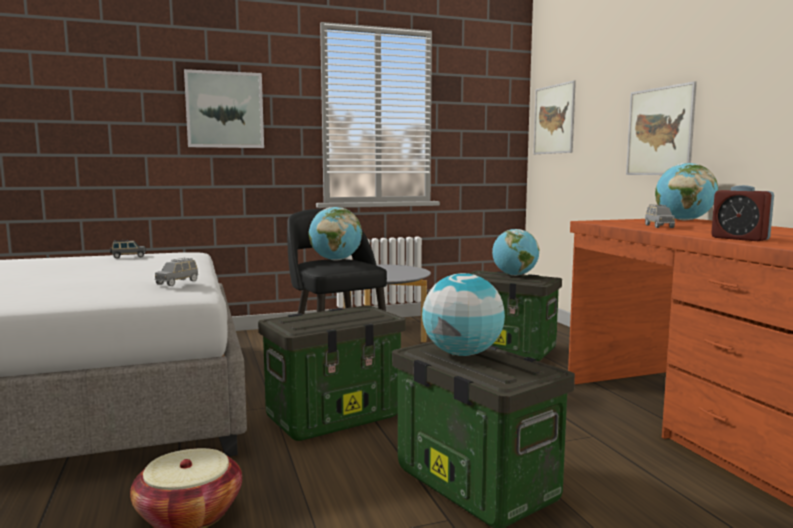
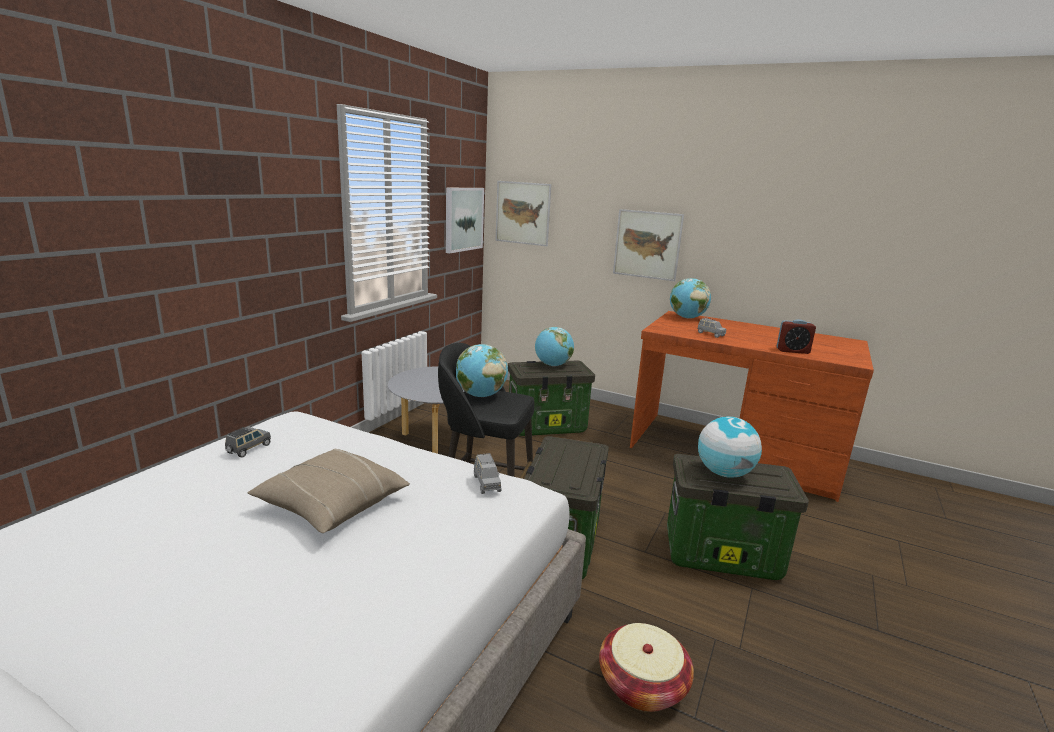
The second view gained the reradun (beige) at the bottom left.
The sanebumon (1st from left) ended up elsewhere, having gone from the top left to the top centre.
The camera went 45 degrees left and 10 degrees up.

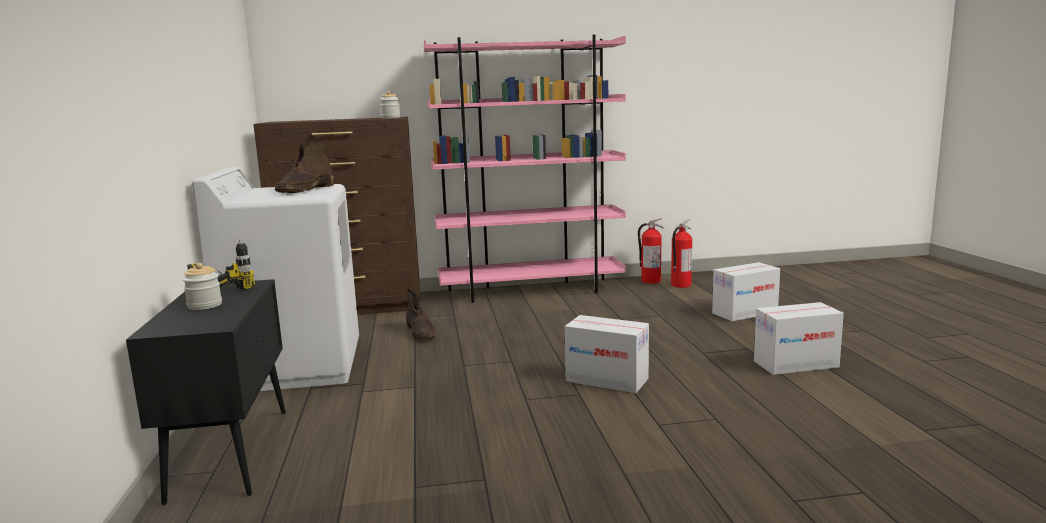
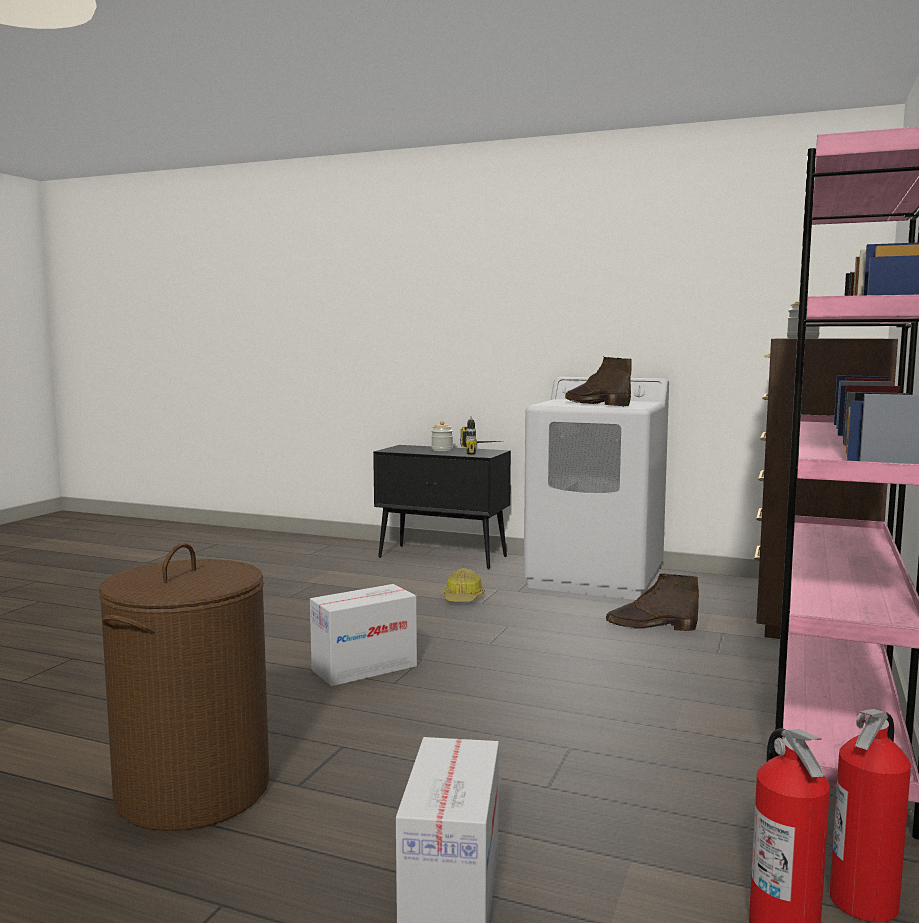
Where the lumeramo (3rd from left) stood at the middle right, the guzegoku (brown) came to stand at the bottom left.
The second view gained the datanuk at the centre.
The camera went 120 degrees right and 5 degrees down.

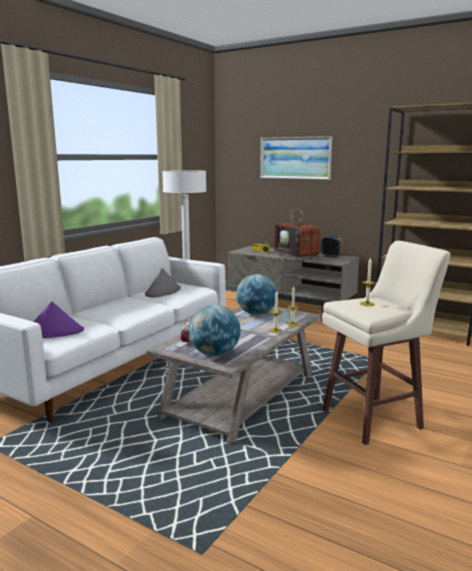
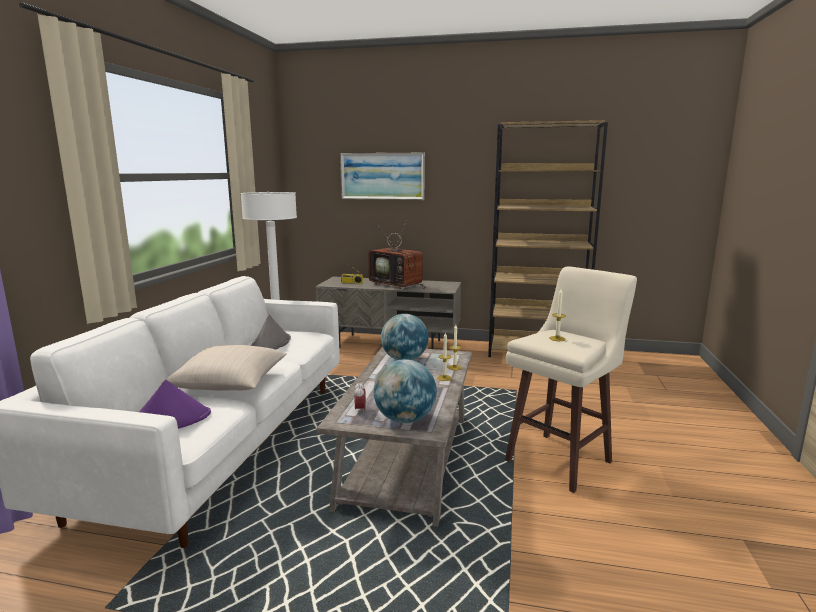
The second view gained the reradun (beige) at the middle left.
The second view lost the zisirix (2nd from left) at the middle right.
The camera went 20 degrees left and 0 degrees up.

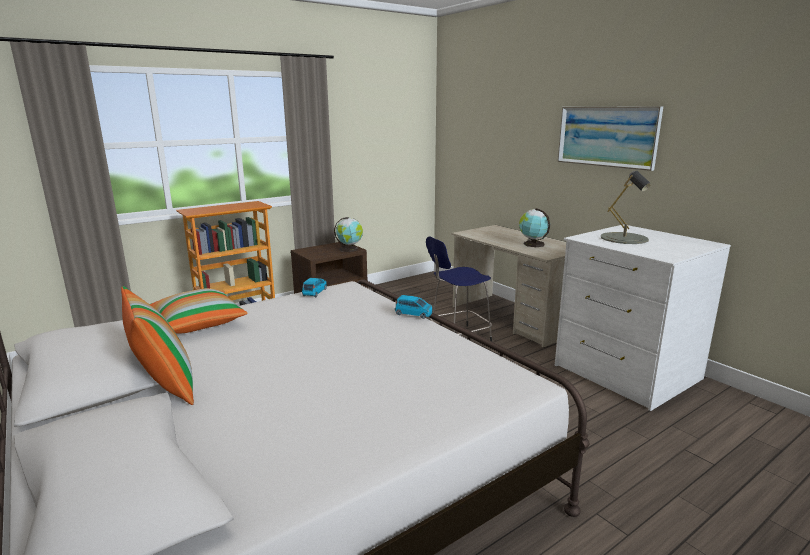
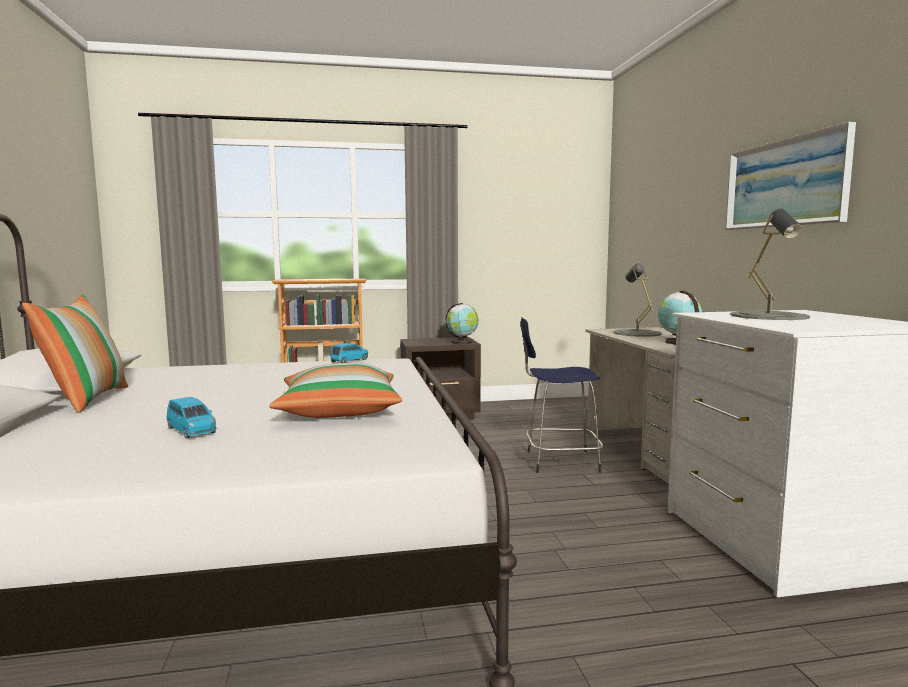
The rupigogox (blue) (2nd from left in the first image) ended up elsewhere, having gone from the centre to the middle left.
The reradun (2nd from left) ended up elsewhere, having gone from the middle left to the centre.
The second view gained the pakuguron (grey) (1st from left) at the middle right.
The camera went 25 degrees right and 10 degrees down.

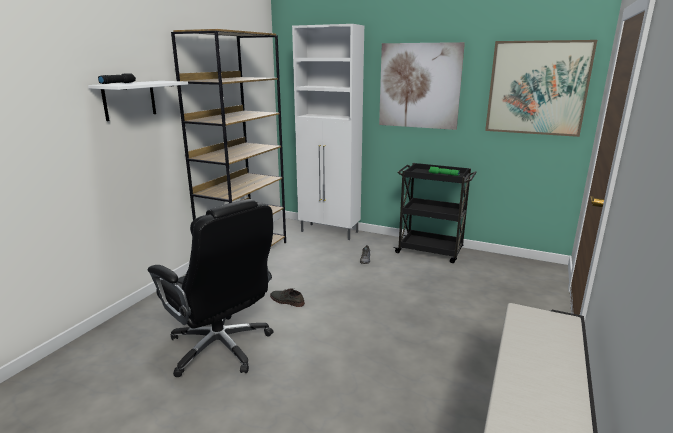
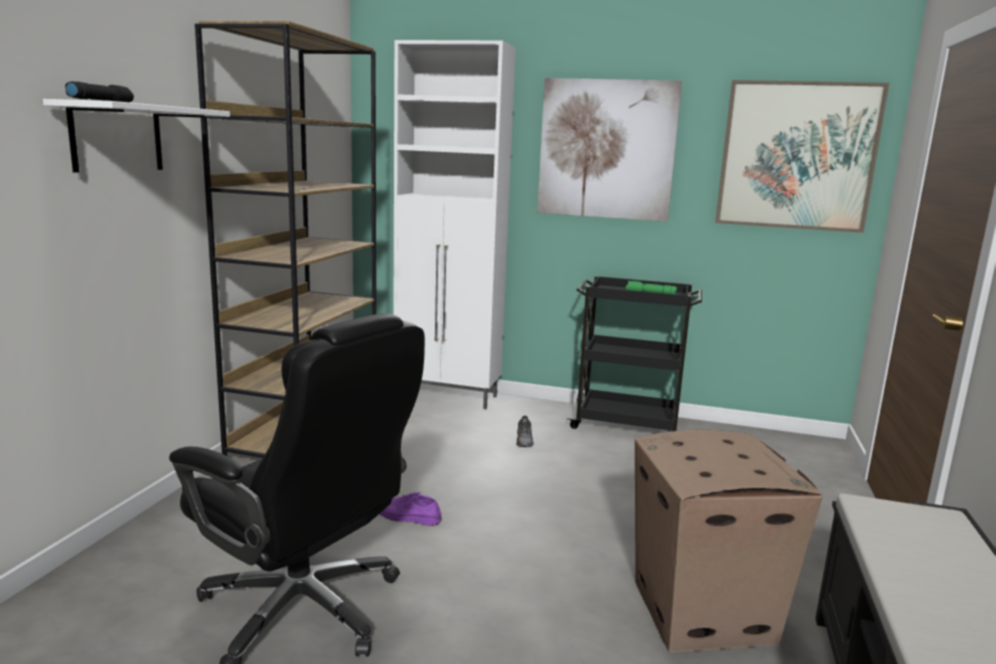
What was the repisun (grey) (1st from left) at the bottom centre turned into the repisun (purple) at the bottom centre.
The second view gained the lumeramo at the bottom right.
The camera went 10 degrees left and 5 degrees down.

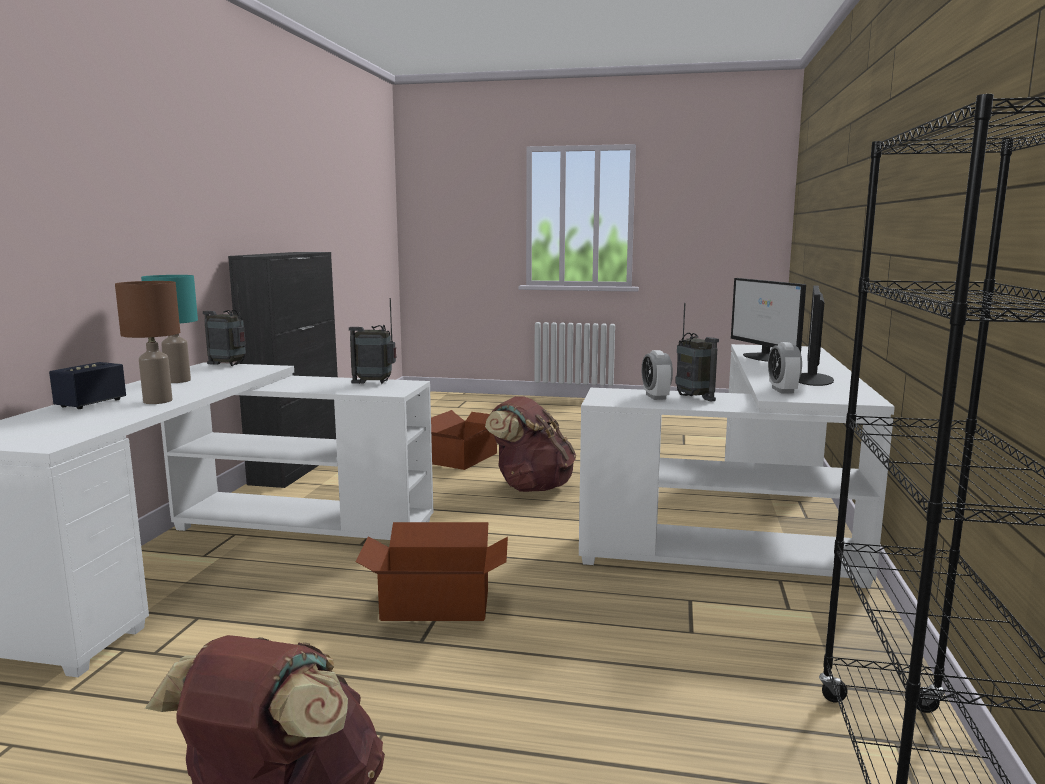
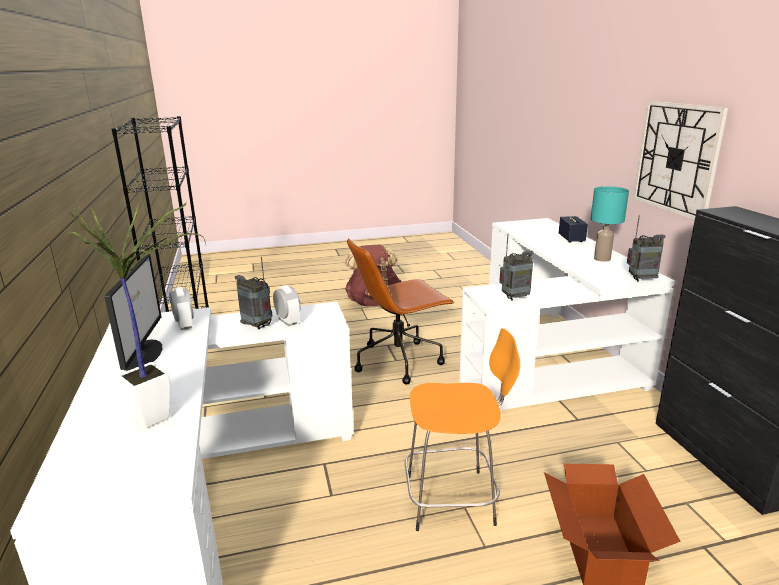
Where the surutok (1st from left) stood at the middle right, the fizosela came to stand at the middle left.
Where the lumeramo (1st from left) stood at the bottom centre, the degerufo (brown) came to stand at the centre.
Where the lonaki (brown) (2nd from left) stood at the centre, the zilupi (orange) came to stand at the bottom centre.
The second view gained the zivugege at the top right.
The second view lost the pakuguron (brown) at the middle left.
The camera went 155 degrees right and 10 degrees up.

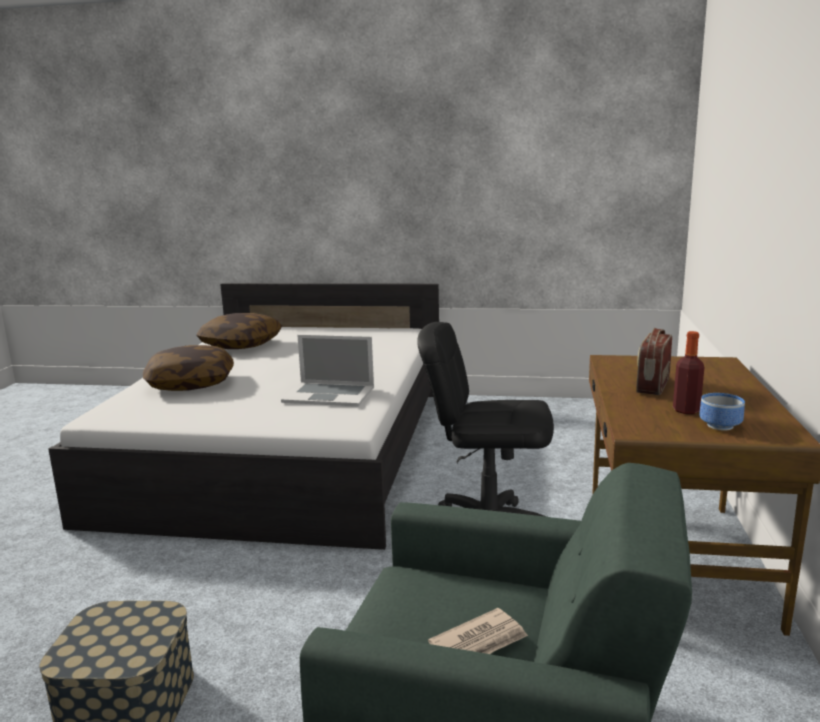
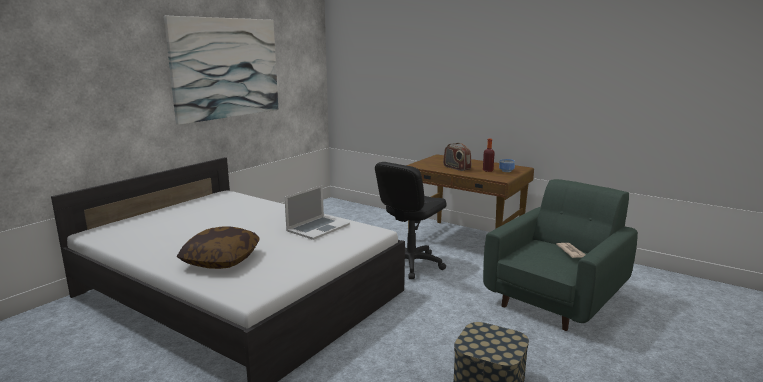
The second view gained the sanebumon at the top left.
The second view lost the reradun (2nd from left) at the middle left.
The camera went 65 degrees left and 0 degrees up.

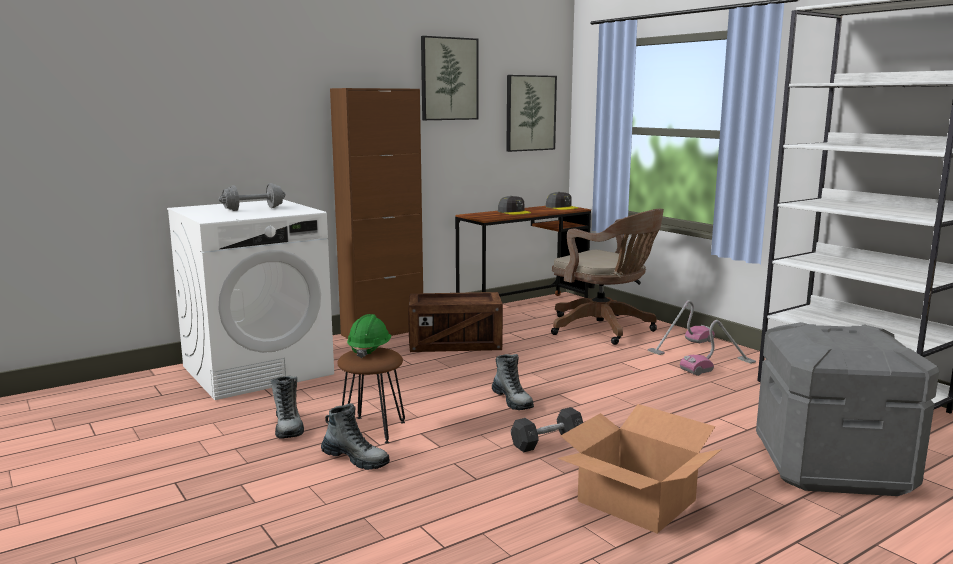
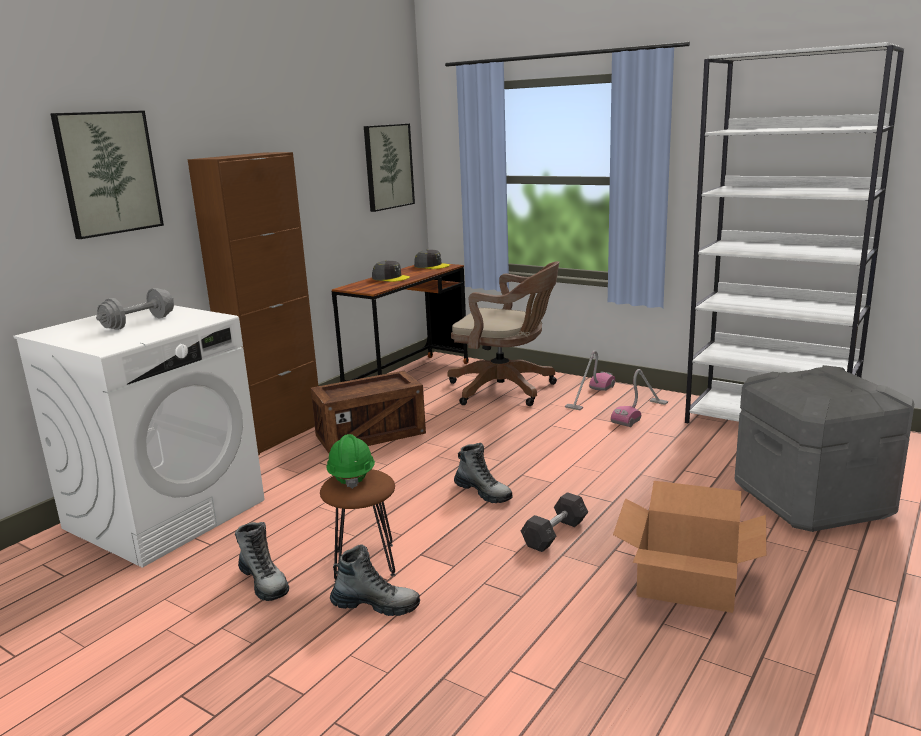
The sanebumon (1st from left) ended up elsewhere, having gone from the top centre to the top left.
The camera went 20 degrees left and 5 degrees up.

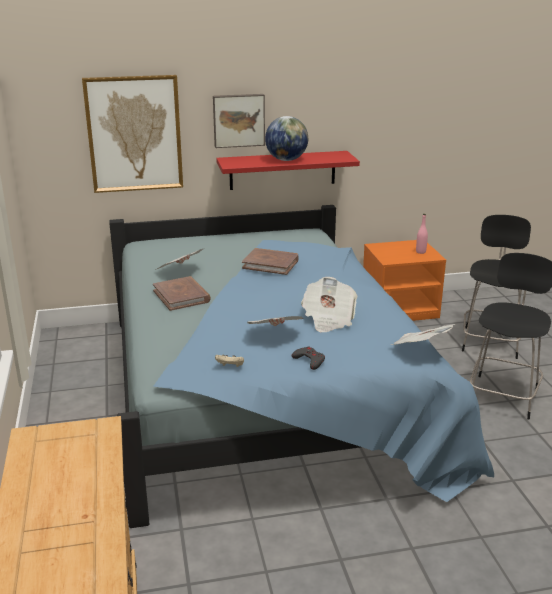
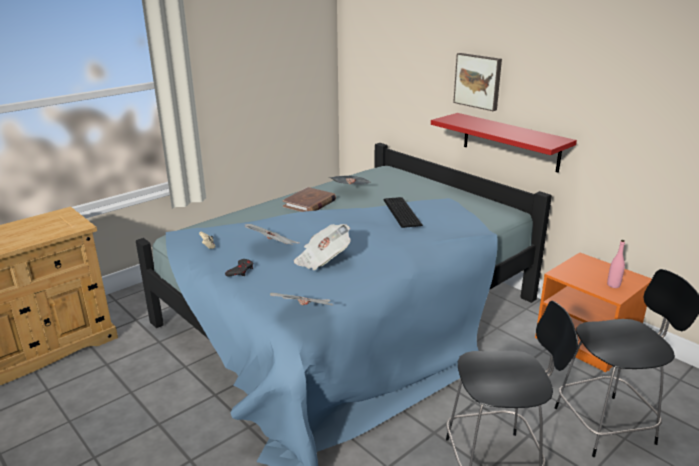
Where the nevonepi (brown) (2nd from left) stood at the centre, the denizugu came to stand at the centre.
The second view lost the sanebumon (1st from left) at the top left.
The second view lost the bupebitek at the top centre.
The camera went 60 degrees right and 0 degrees up.

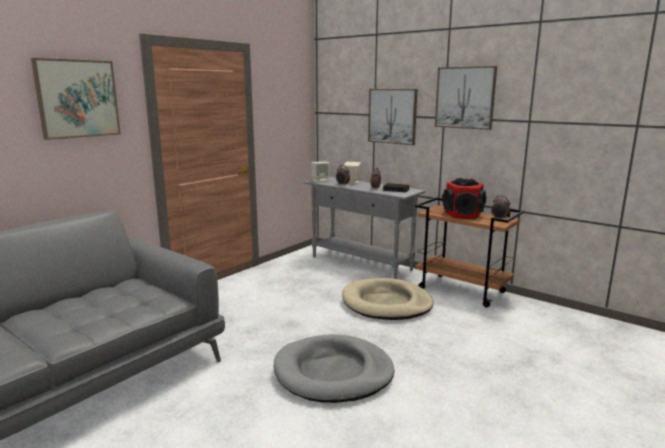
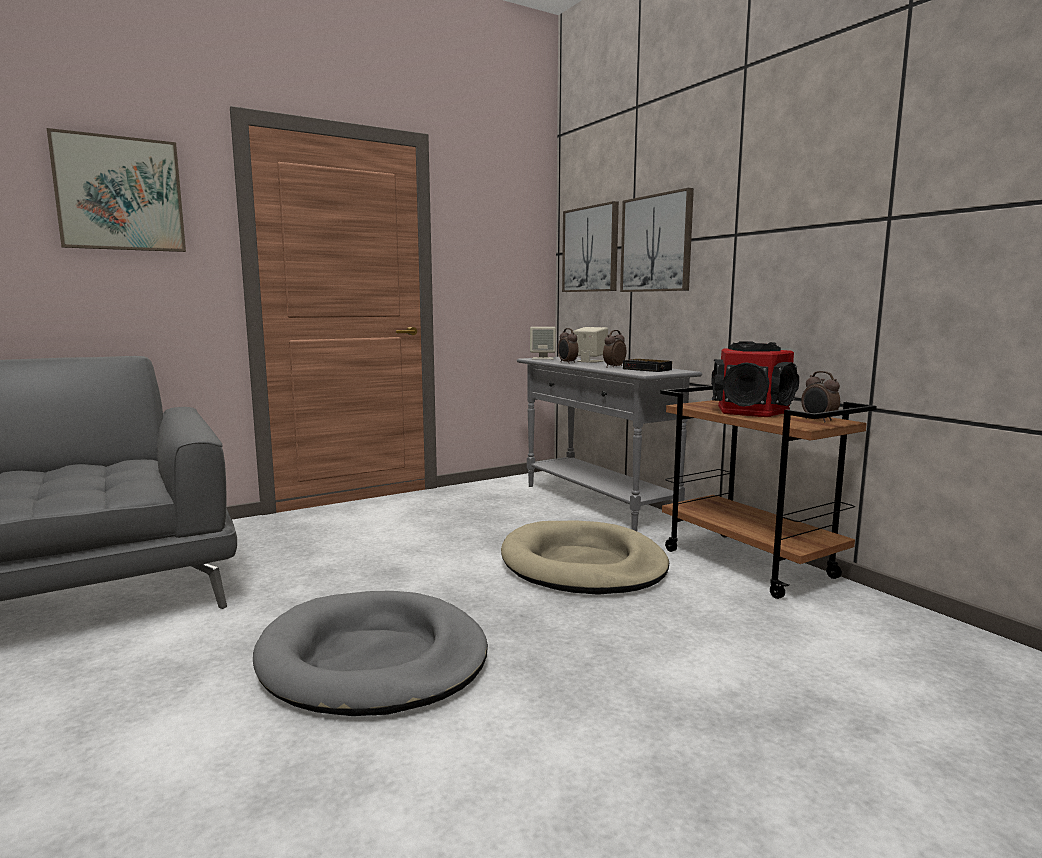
The sanebumon (3rd from left in the first image) ended up elsewhere, having gone from the top right to the top centre.
The camera went 20 degrees right and 5 degrees down.

